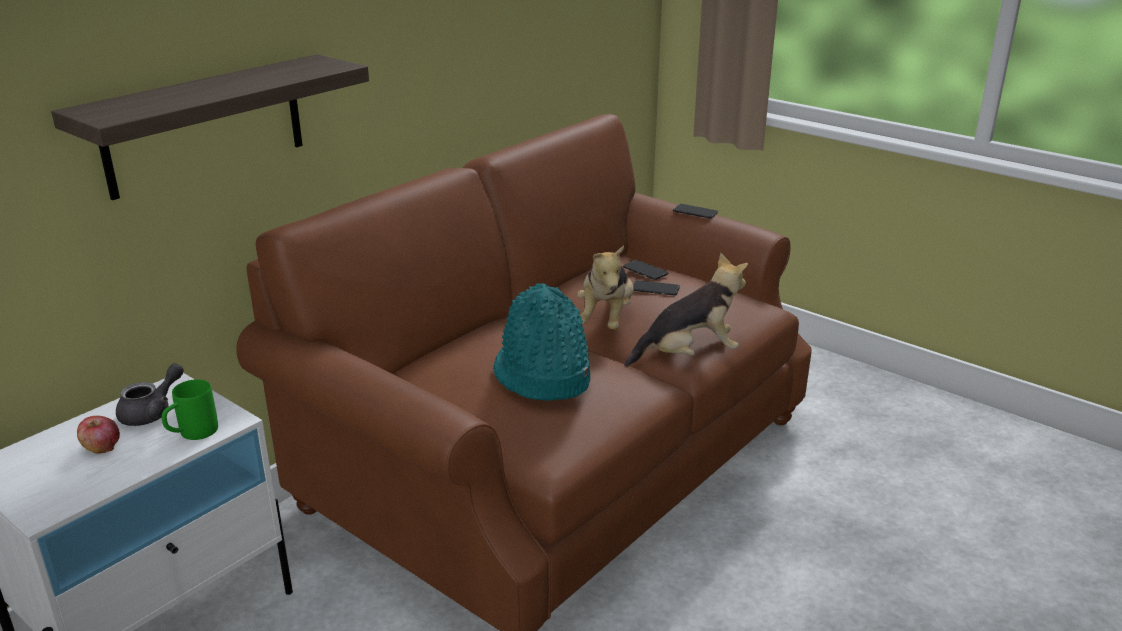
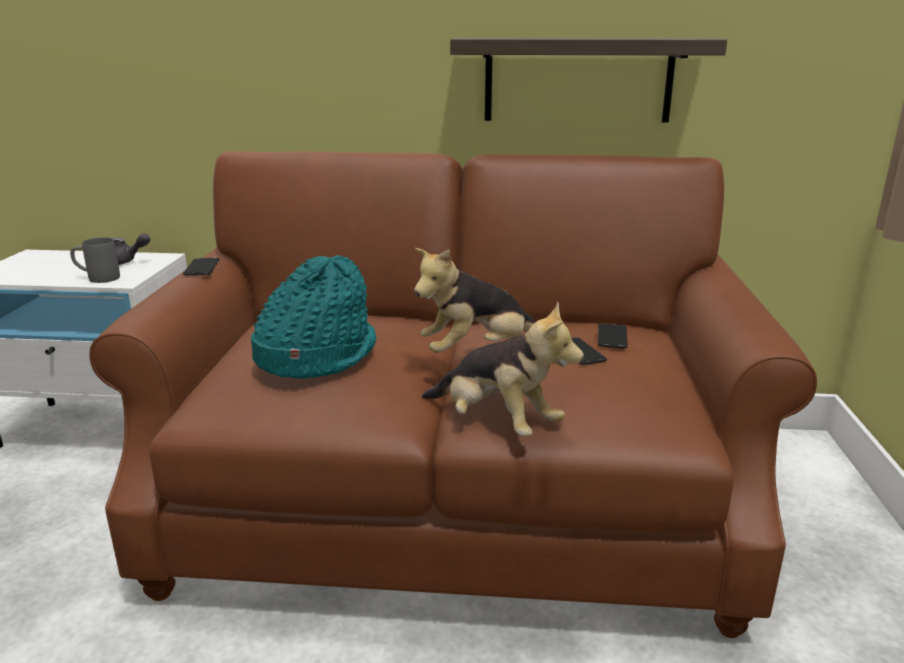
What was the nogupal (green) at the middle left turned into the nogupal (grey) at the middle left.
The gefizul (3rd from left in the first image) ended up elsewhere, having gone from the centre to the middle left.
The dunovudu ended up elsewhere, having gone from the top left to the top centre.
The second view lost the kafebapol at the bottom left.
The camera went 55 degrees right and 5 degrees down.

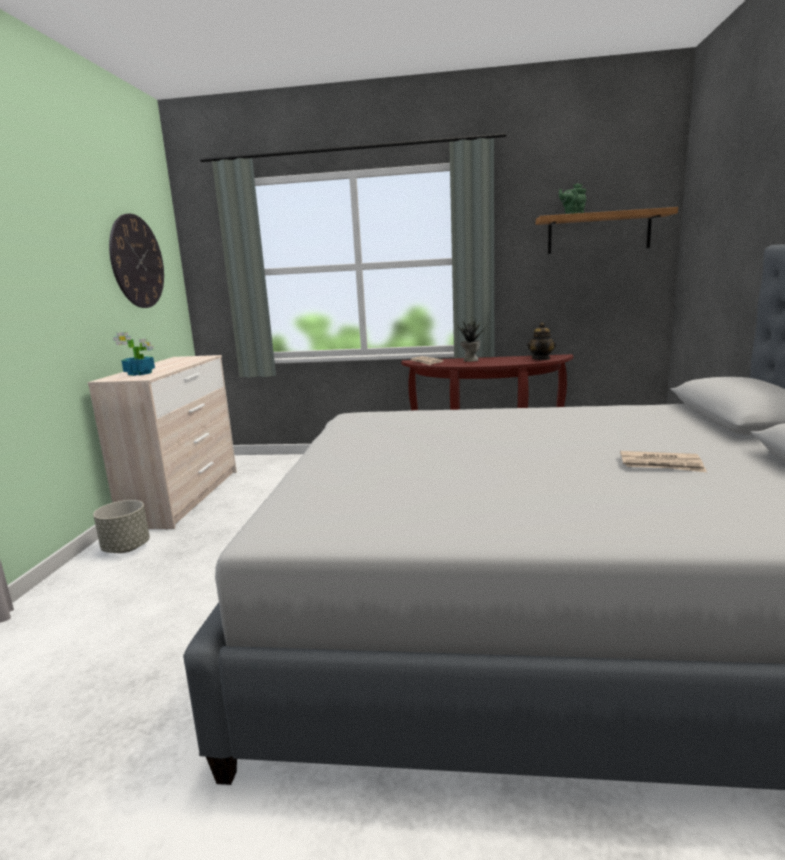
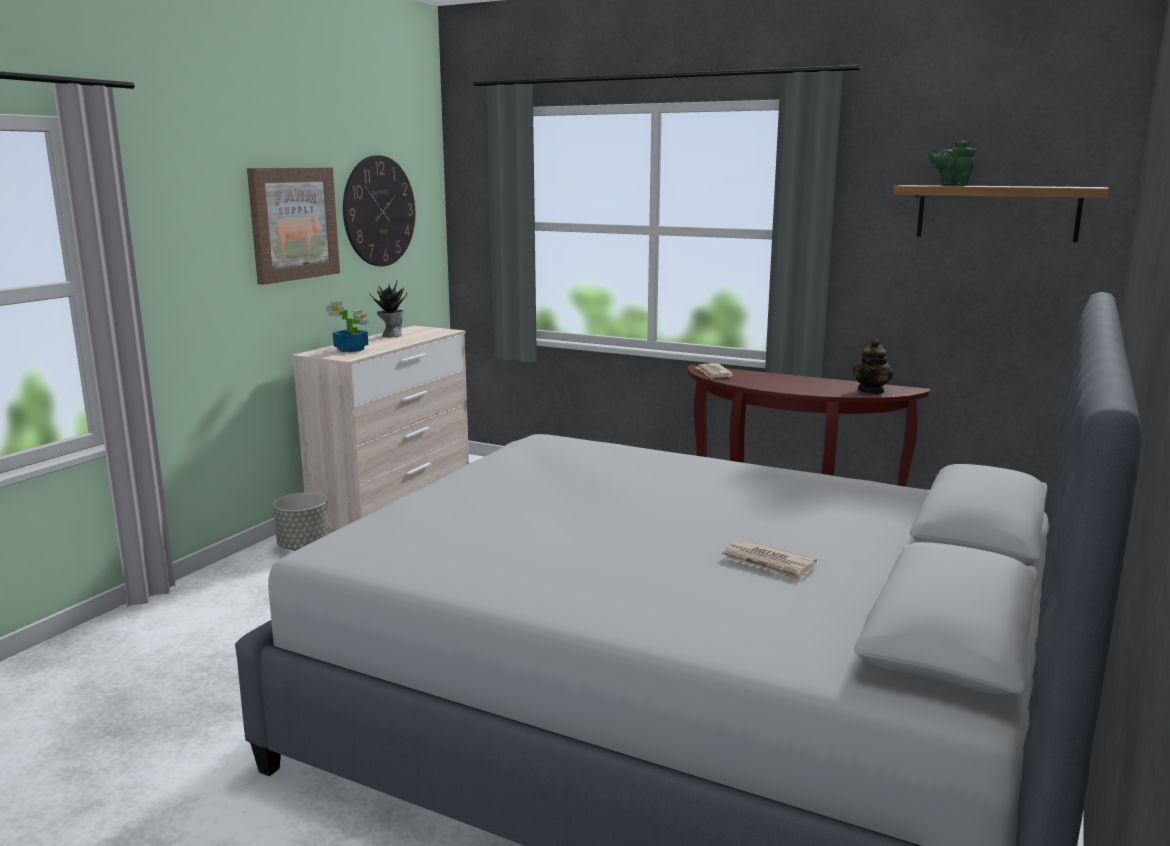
The second view gained the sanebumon at the top left.
The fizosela (2nd from left) ended up elsewhere, having gone from the centre to the middle left.
The camera went 20 degrees right and 0 degrees up.

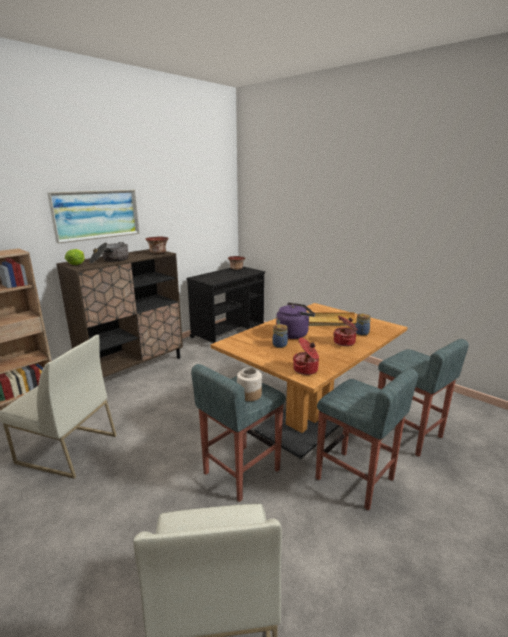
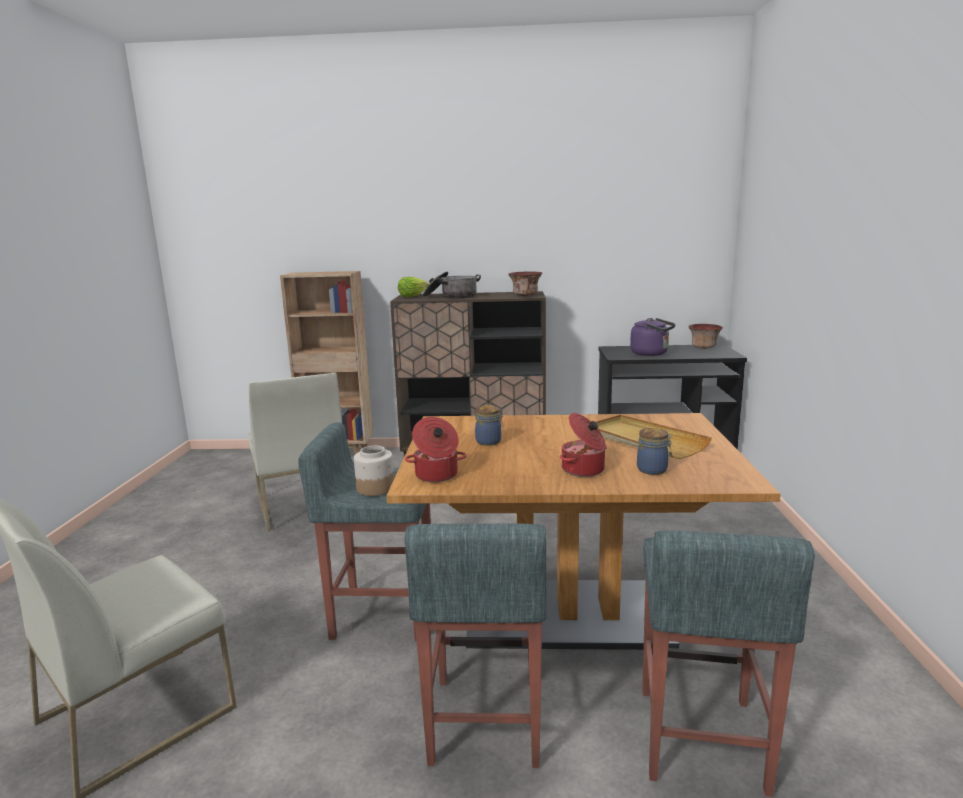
The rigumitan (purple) ended up elsewhere, having gone from the centre to the middle right.
The second view lost the sanebumon at the middle left.
The camera went 50 degrees right and 5 degrees down.

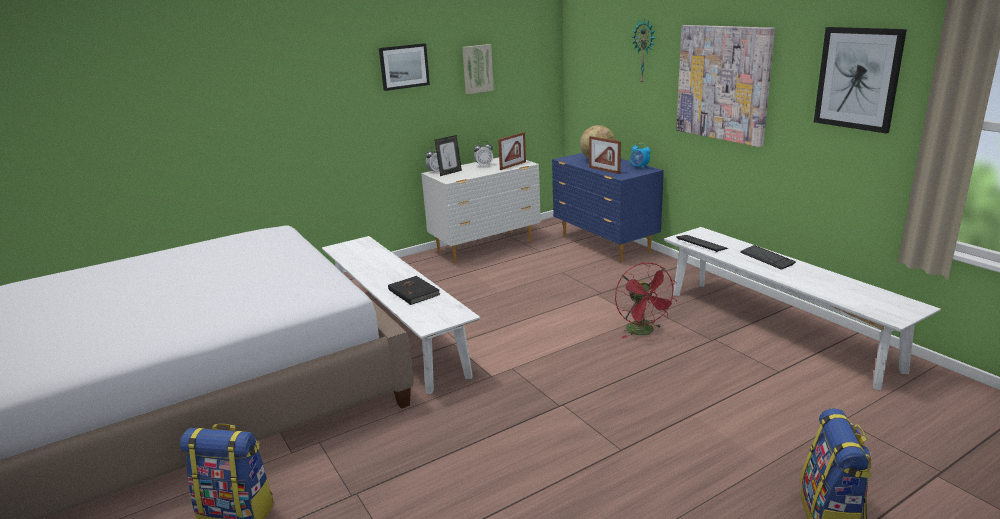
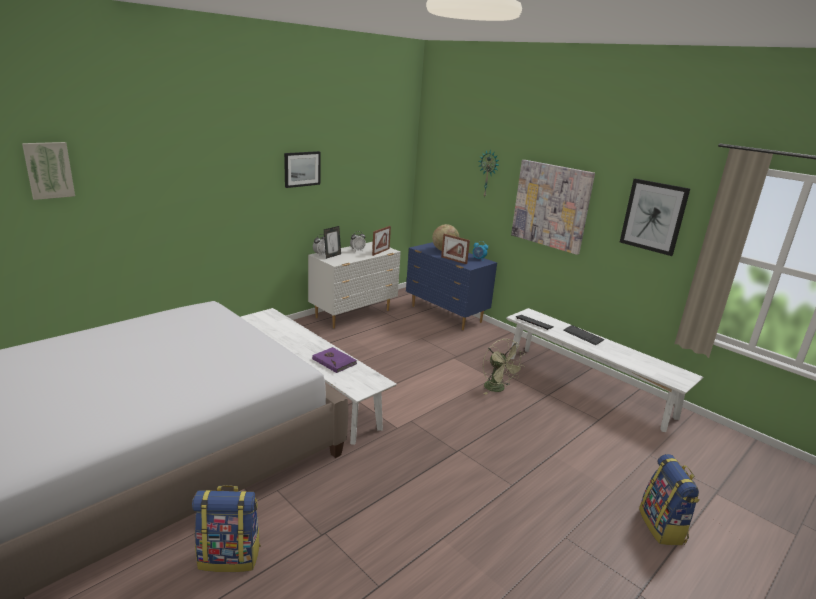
The sanebumon (2nd from left in the first image) ended up elsewhere, having gone from the top centre to the top left.
What was the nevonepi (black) at the centre turned into the nevonepi (purple) at the centre.
What was the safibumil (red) at the centre turned into the safibumil (green) at the centre.
The camera went 15 degrees left and 0 degrees up.

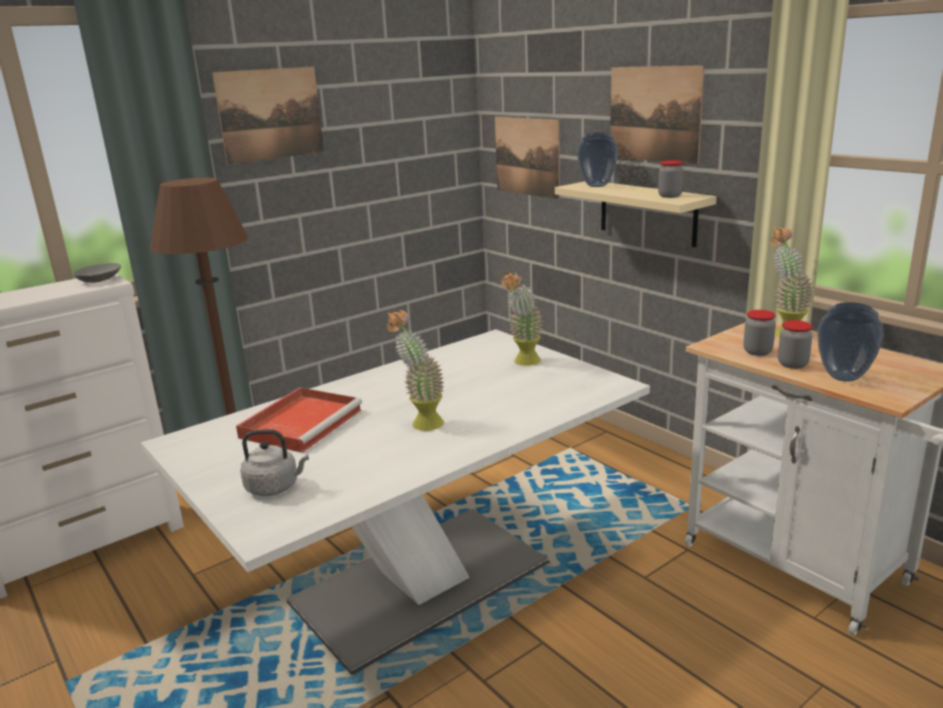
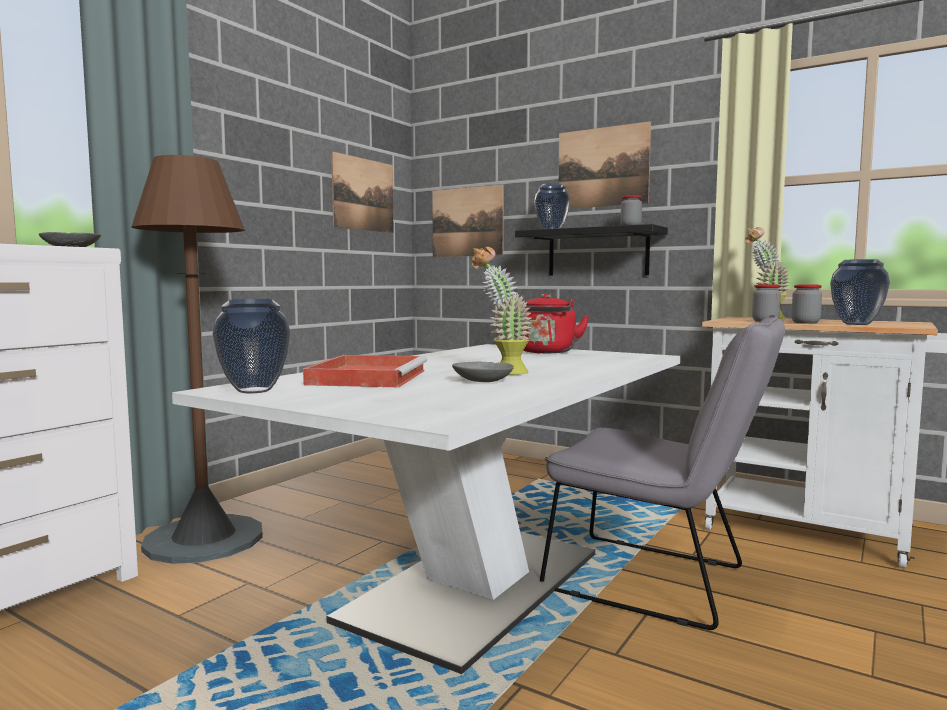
The second view gained the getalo (1st from left) at the middle left.
The sanebumon (1st from left) ended up elsewhere, having gone from the top left to the top centre.
The second view gained the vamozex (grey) (2nd from left) at the centre.
What was the dunovudu (beige) at the top right turned into the dunovudu (black) at the centre.
Where the fizosela (2nd from left) stood at the centre, the rigumitan (red) came to stand at the centre.
The second view gained the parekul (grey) at the middle right.
The second view lost the rigumitan (grey) at the middle left.
The camera went 20 degrees left and 15 degrees down.

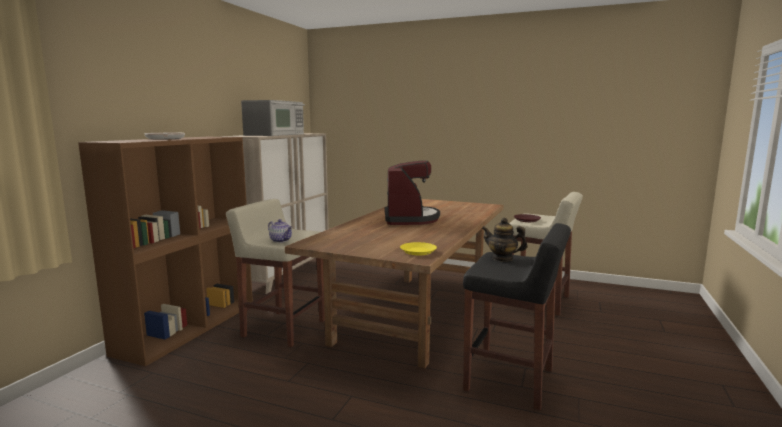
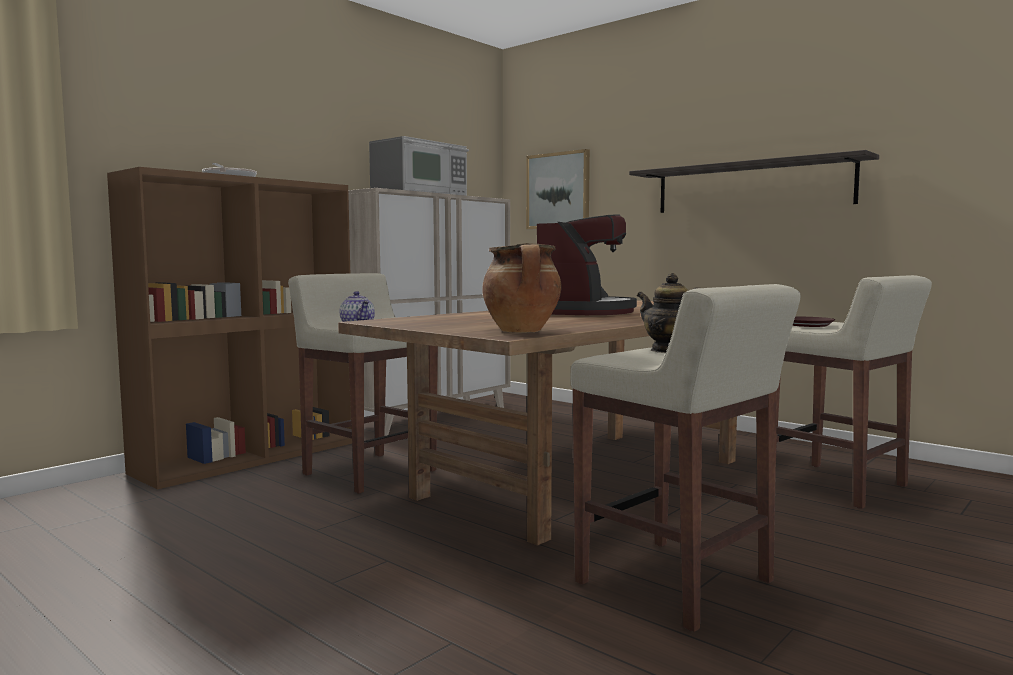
Where the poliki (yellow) stood at the centre, the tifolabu came to stand at the centre.
The second view gained the sanebumon at the top centre.
What was the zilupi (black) at the bottom centre turned into the zilupi (beige) (2nd from left) at the bottom right.
The second view gained the dunovudu at the top right.
The camera went 20 degrees right and 5 degrees down.

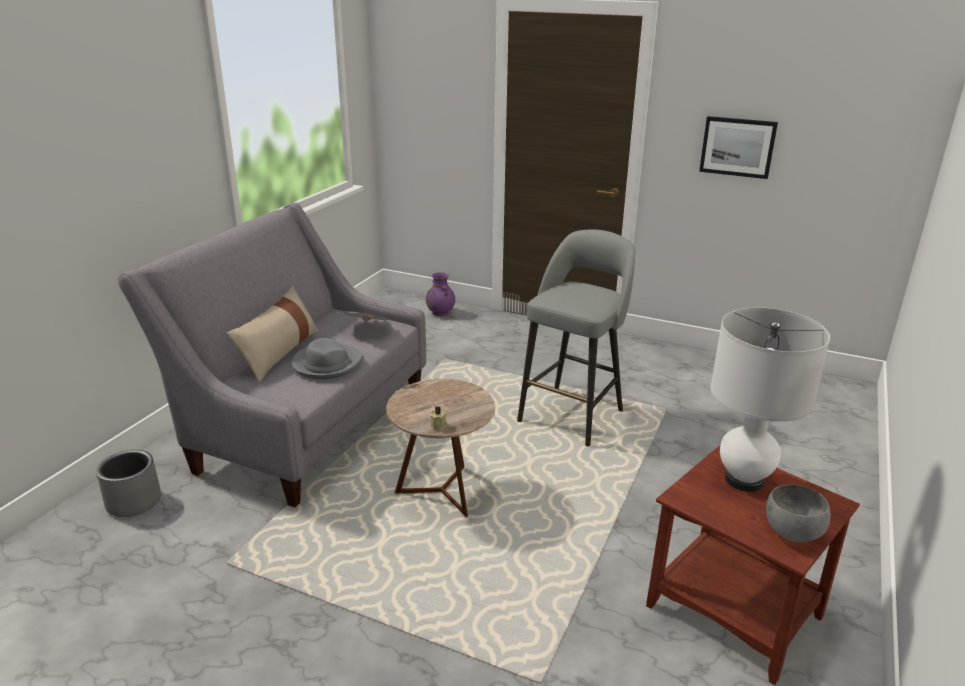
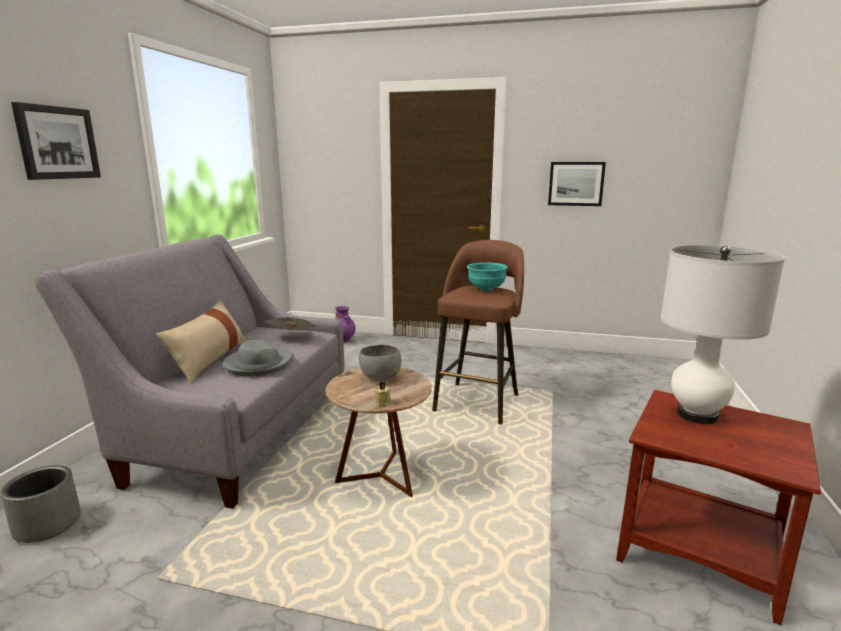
The second view gained the sanebumon (1st from left) at the top left.
The vamozex (grey) ended up elsewhere, having gone from the bottom right to the centre.
What was the zilupi (grey) at the centre turned into the zilupi (brown) at the centre.
The second view gained the vamozex (turquoise) at the centre.
The camera went 10 degrees left and 10 degrees down.

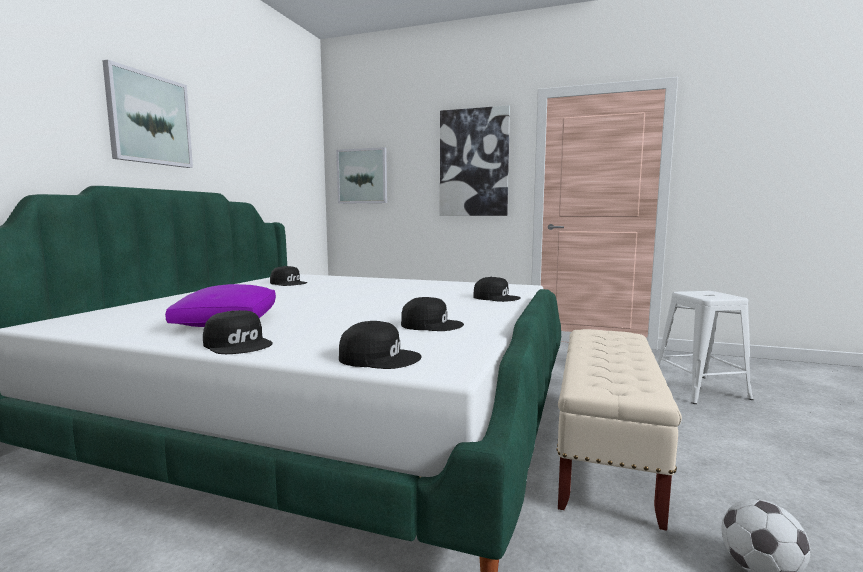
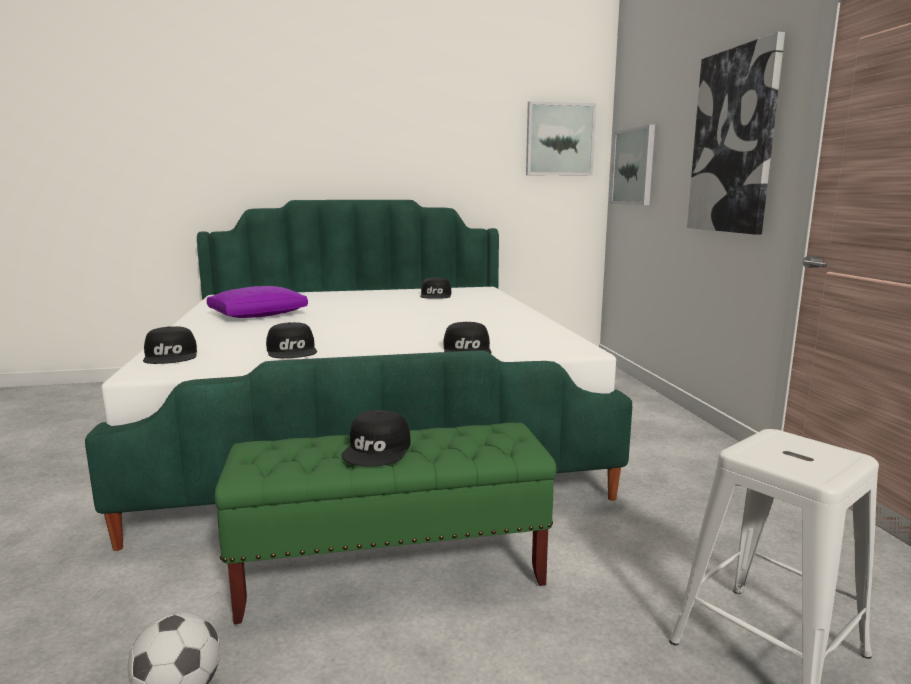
What was the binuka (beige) at the bottom right turned into the binuka (green) at the bottom centre.
The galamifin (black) (1st from left in the first image) ended up elsewhere, having gone from the middle left to the centre.
The sanebumon (1st from left) ended up elsewhere, having gone from the top left to the top centre.
The camera went 60 degrees right and 5 degrees up.

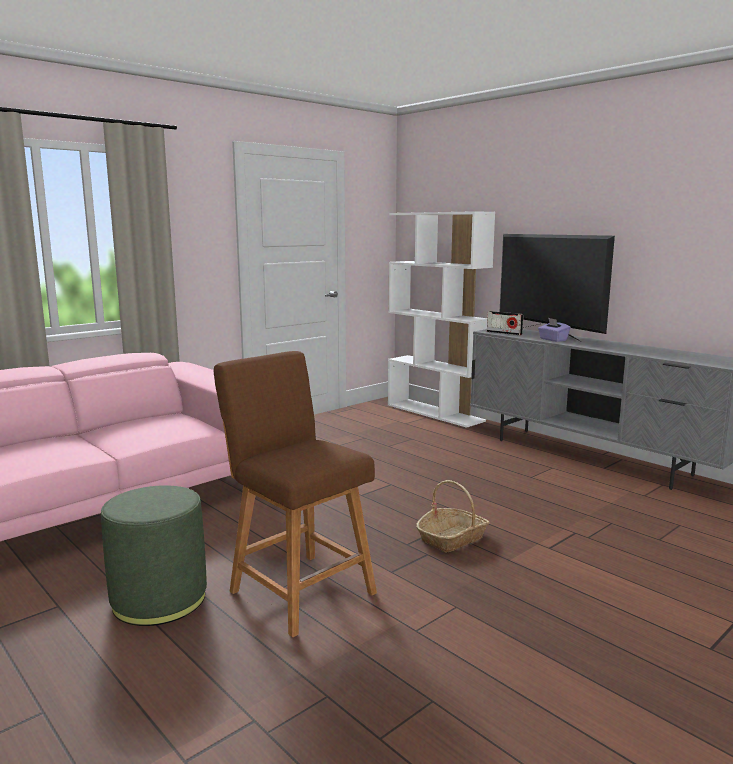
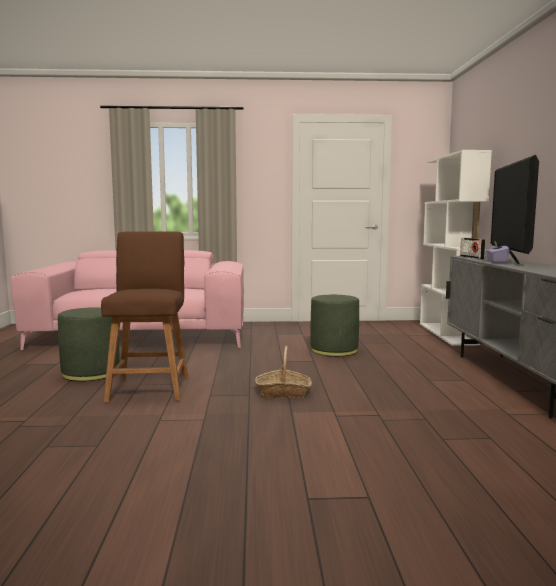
The second view gained the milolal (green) (2nd from left) at the centre.
The camera went 40 degrees right and 5 degrees down.

